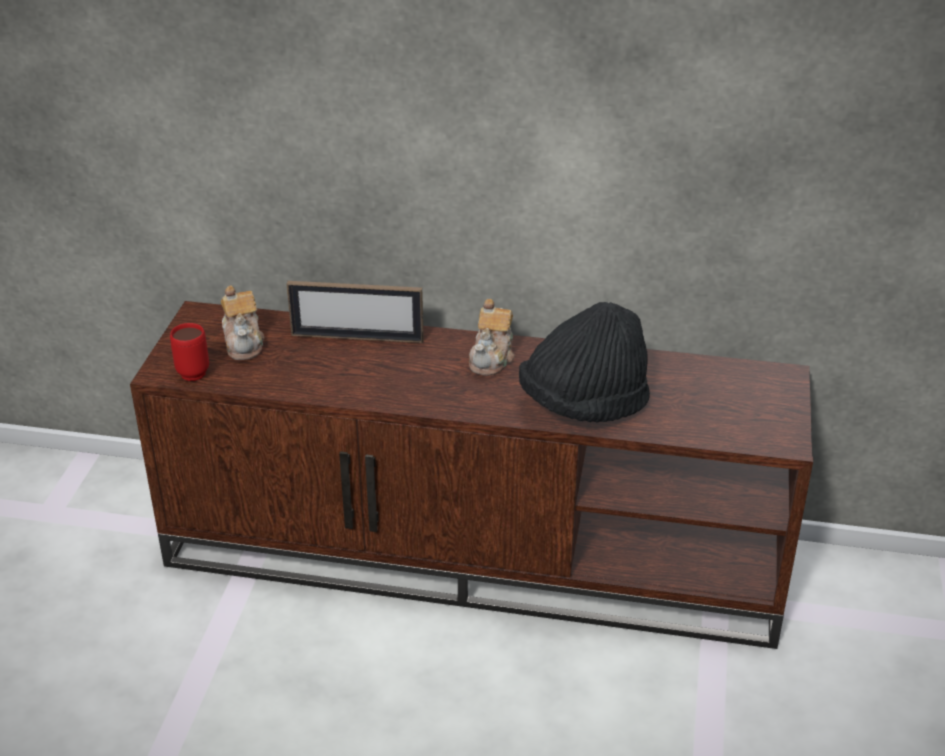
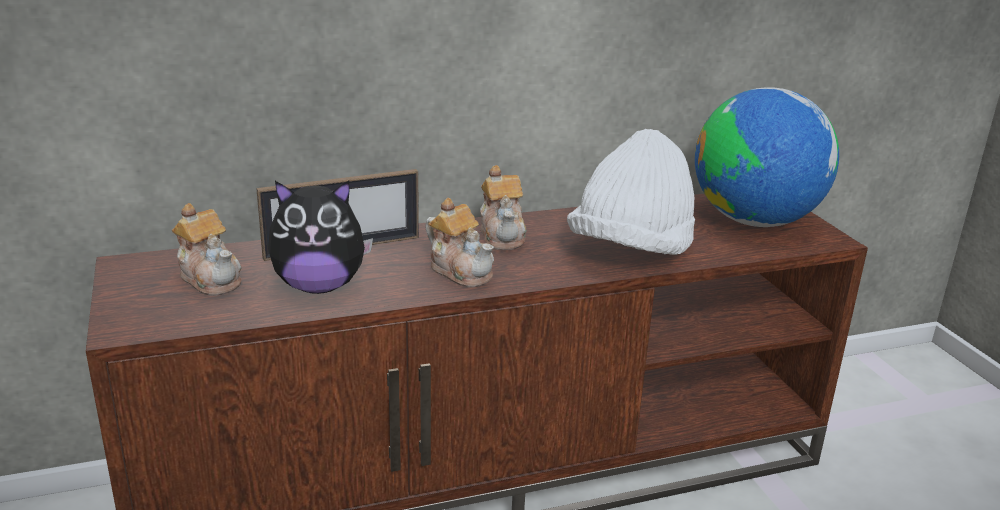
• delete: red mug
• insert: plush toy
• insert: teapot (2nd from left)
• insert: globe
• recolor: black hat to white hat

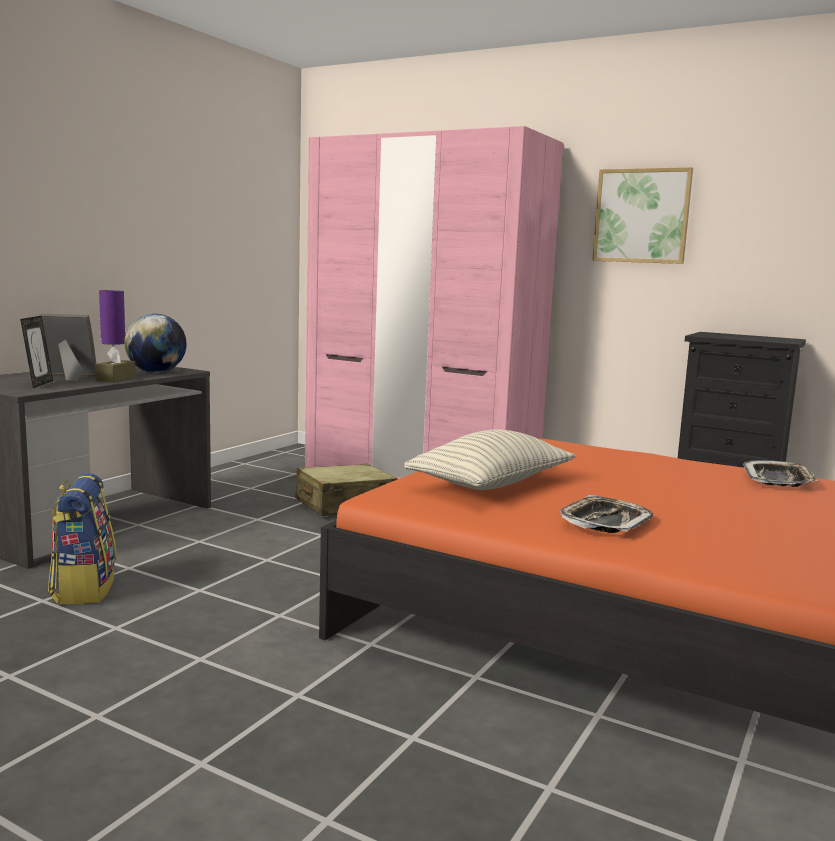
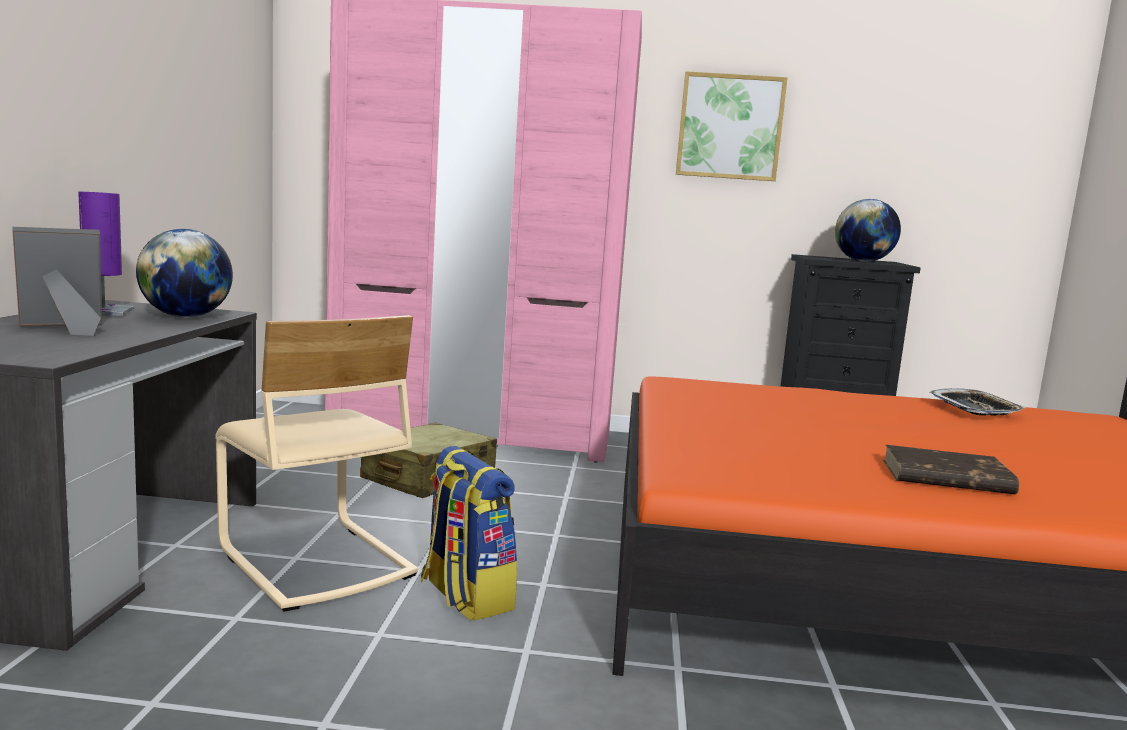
• delete: picture frame (1st from left)
• delete: brown tissue box
• delete: pillow
• insert: beige chair
• insert: globe (2nd from left)
• move: backpack
• replace: tray (1st from left) to brown book

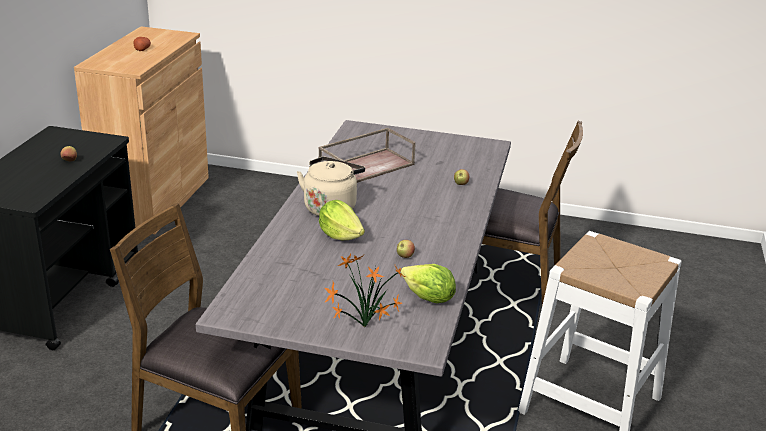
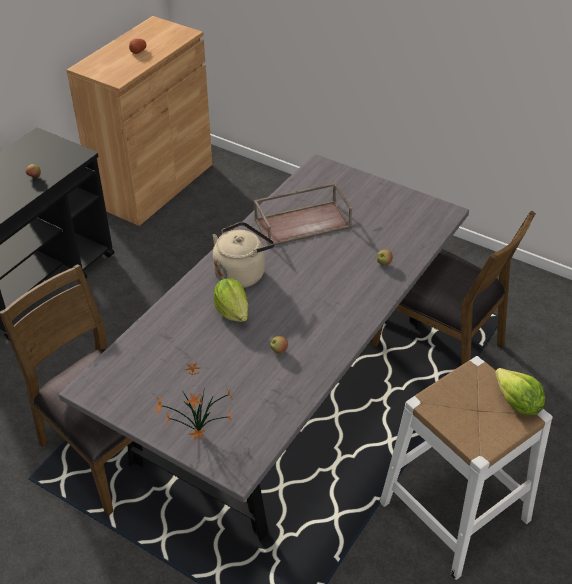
• move: lettuce (2nd from left)

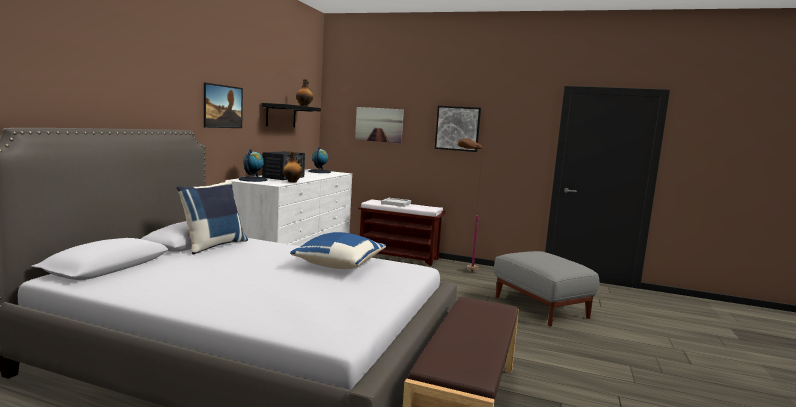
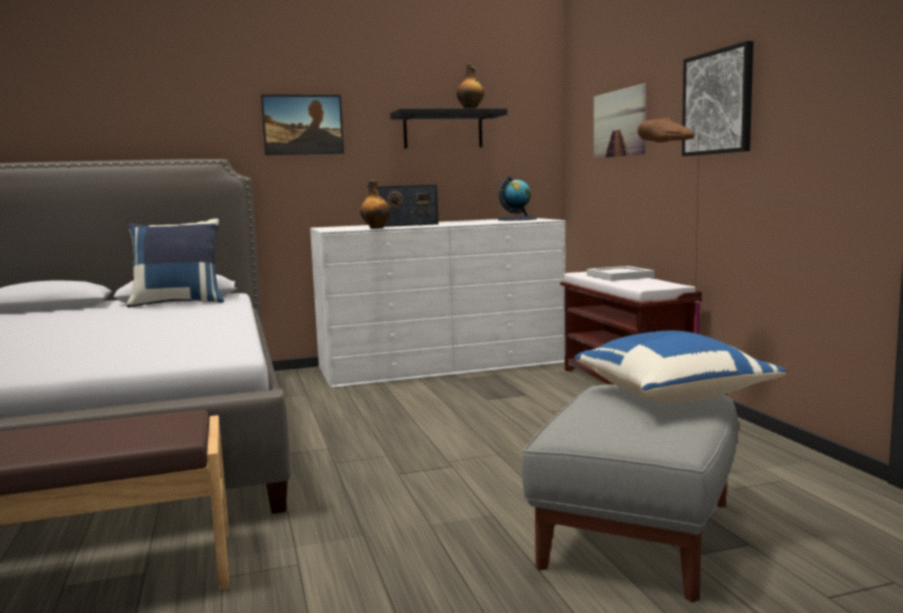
• delete: globe (1st from left)
• move: blue pillow (2nd from left)

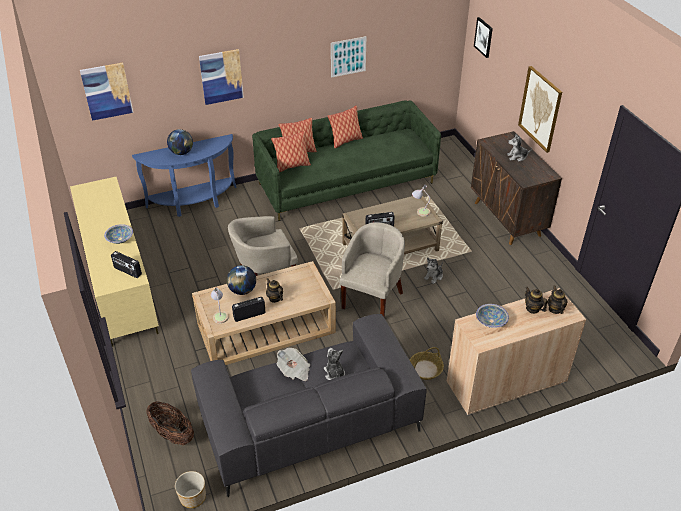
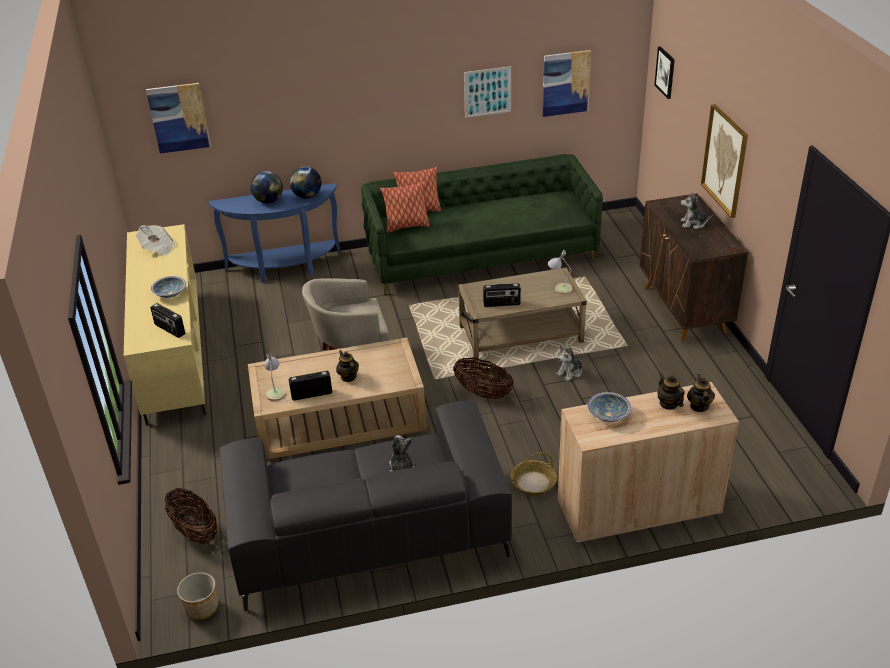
• delete: pillow (3rd from left)
• move: picture (2nd from left in the first image) to picture (3rd from left)
• move: globe (2nd from left)
• move: newspaper
• replace: beige armchair (2nd from left) to basket (2nd from left)

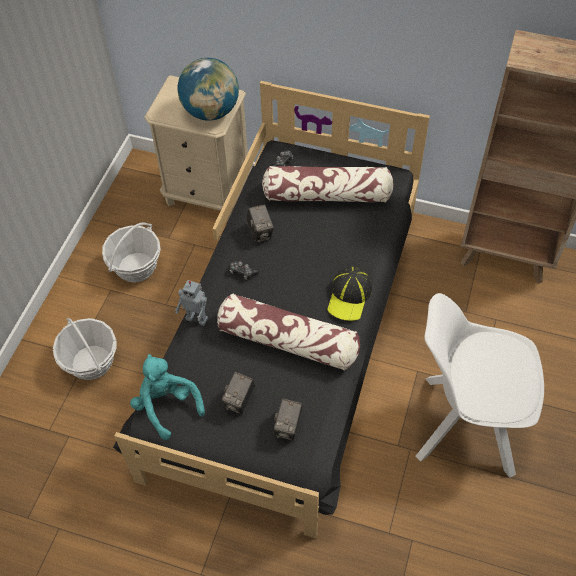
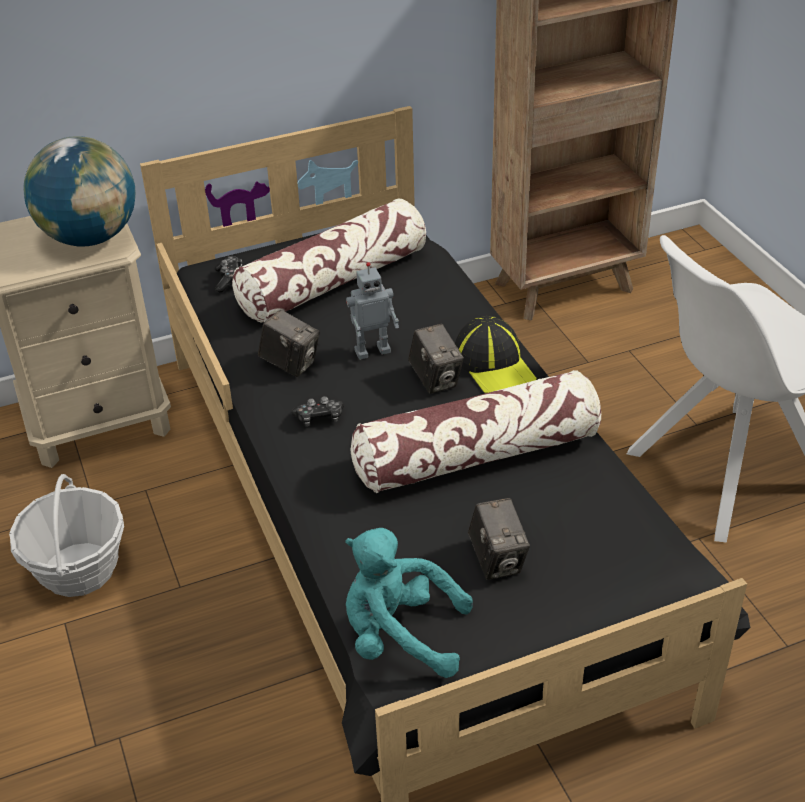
• delete: basket (1st from left)
• move: toy robot
• move: photo camera (3rd from left in the first image) to photo camera (2nd from left)

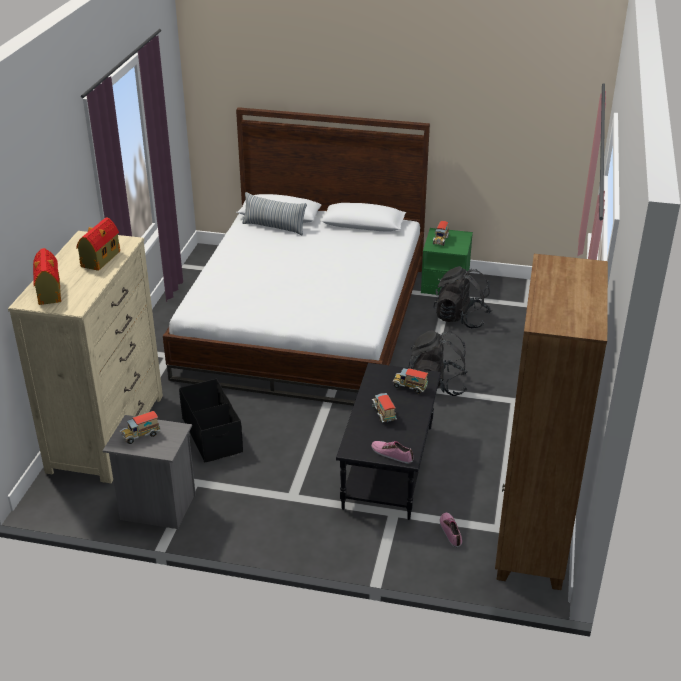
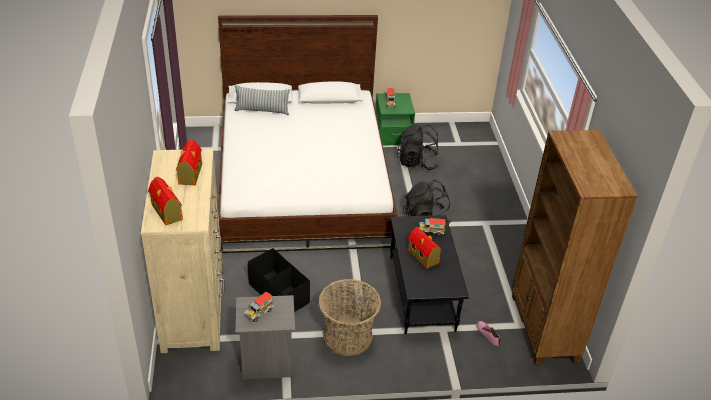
• delete: shoe (1st from left)
• insert: basket
• replace: toy truck (2nd from left) to toy house (3rd from left)

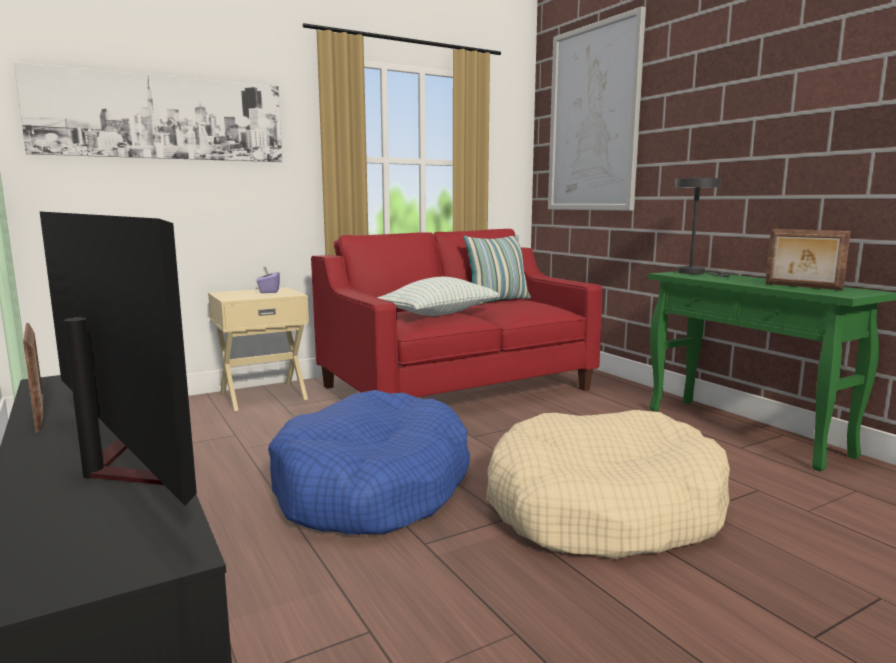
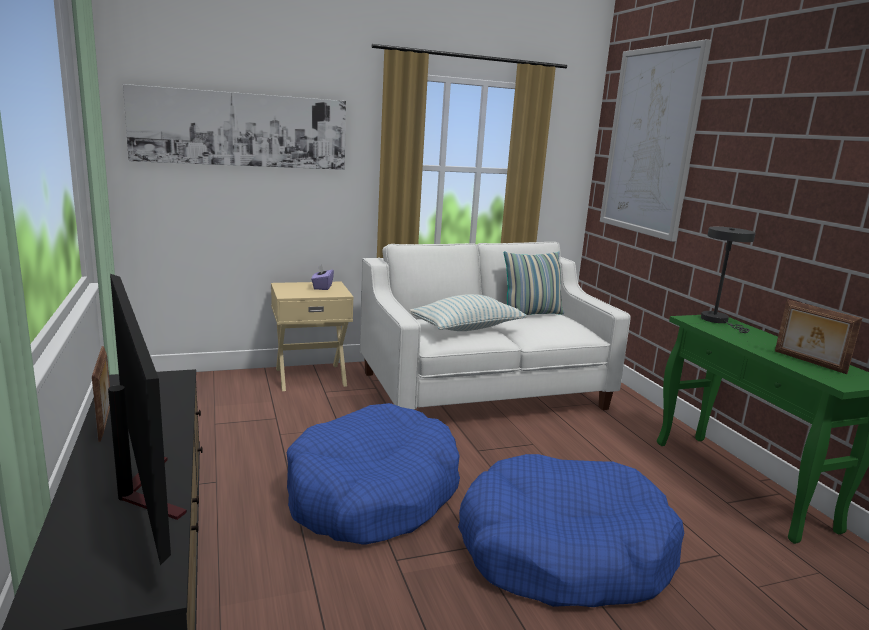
• recolor: red sofa to white sofa
• recolor: beige dog bed to blue dog bed (2nd from left)

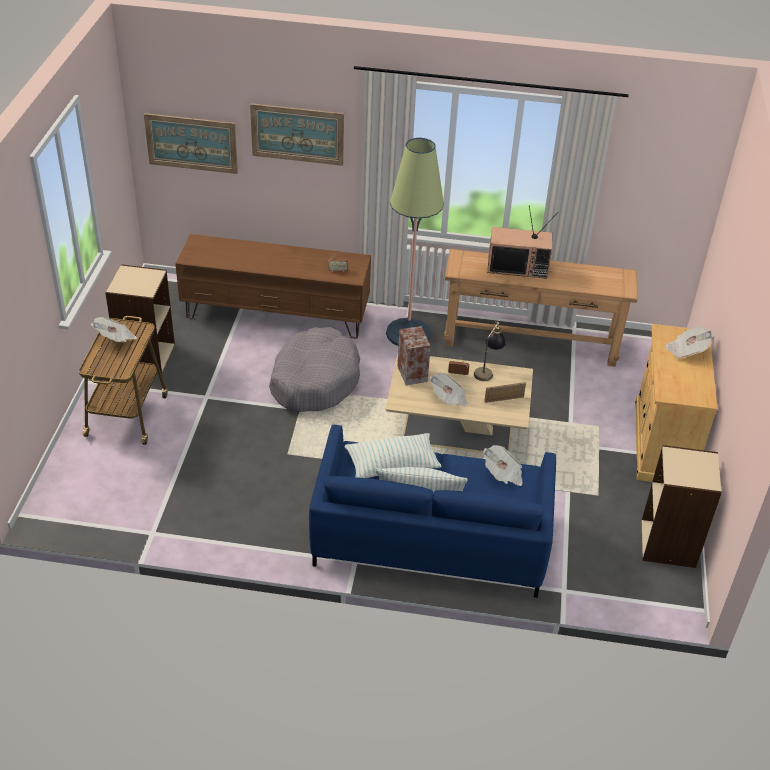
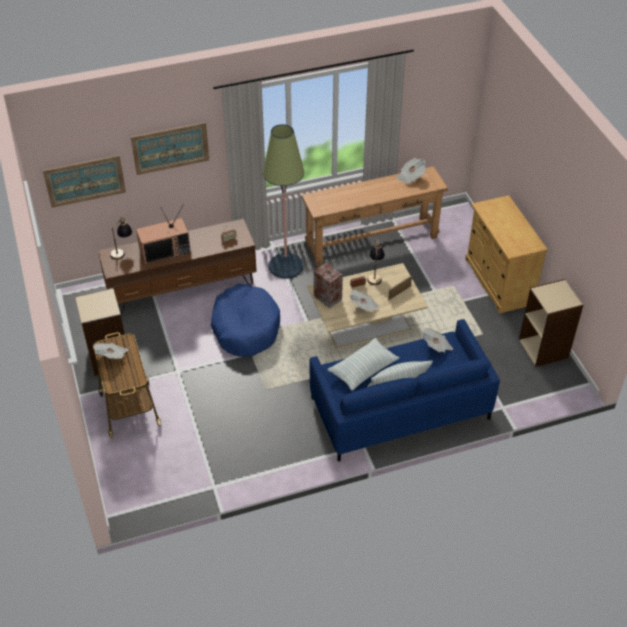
• insert: table lamp (1st from left)
• move: television
• move: newspaper (4th from left in the first image) to newspaper (3rd from left)
• recolor: grey dog bed to blue dog bed

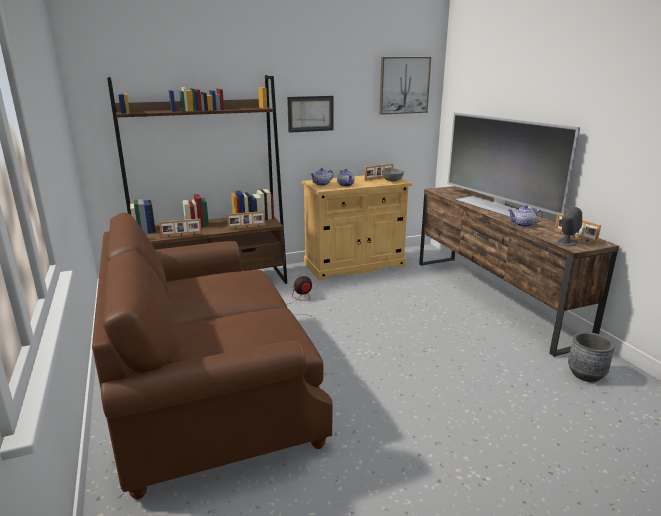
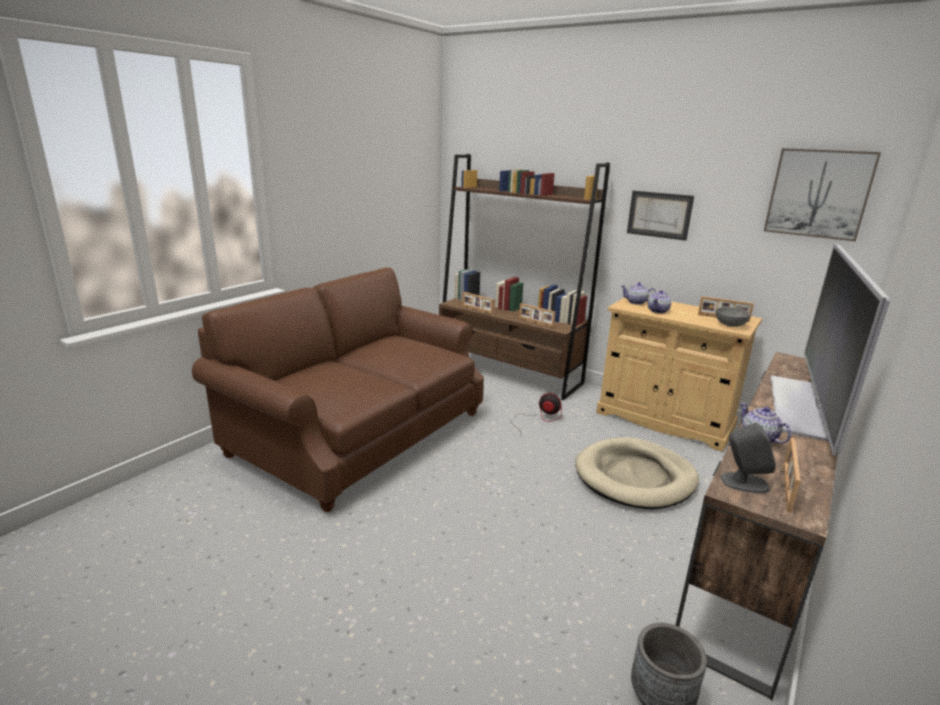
• insert: beige dog bed

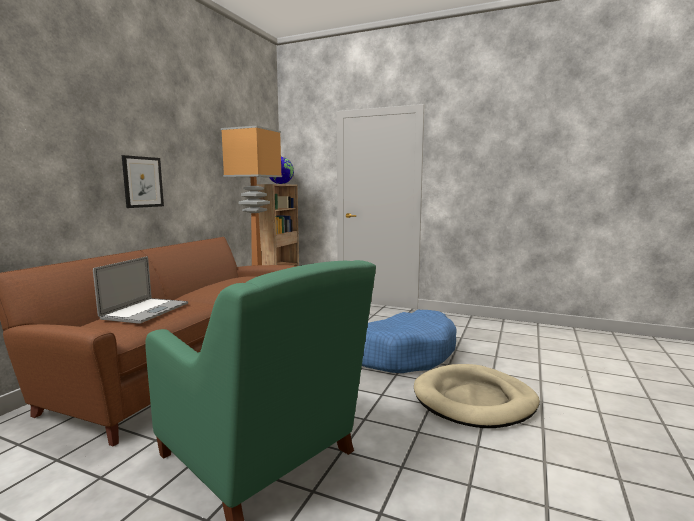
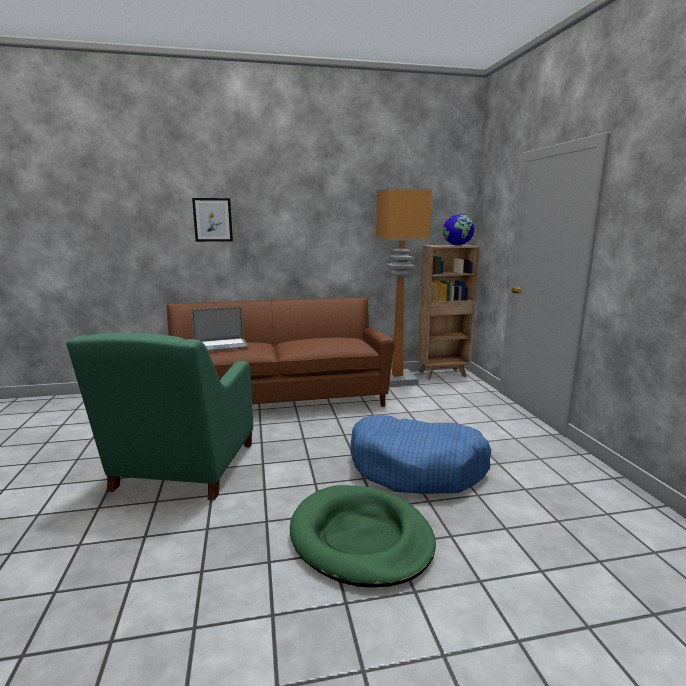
• move: picture
• recolor: beige dog bed to green dog bed

